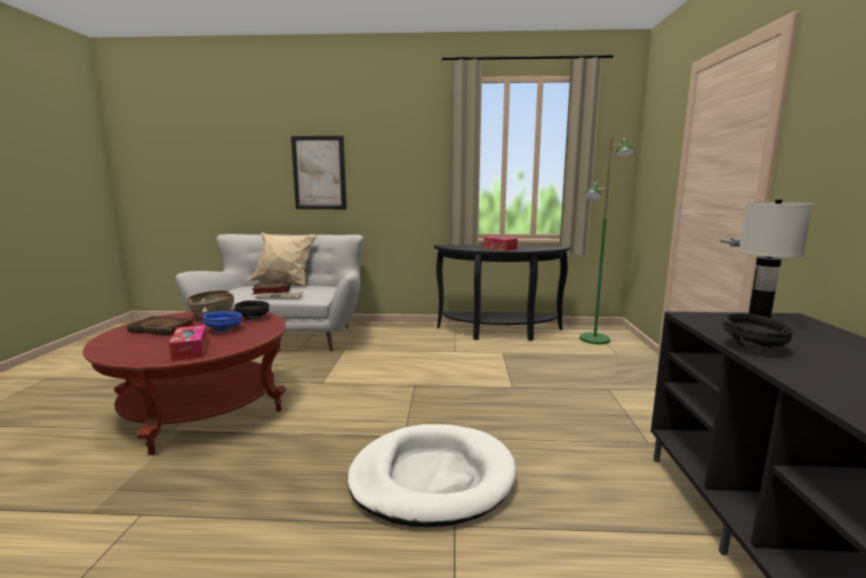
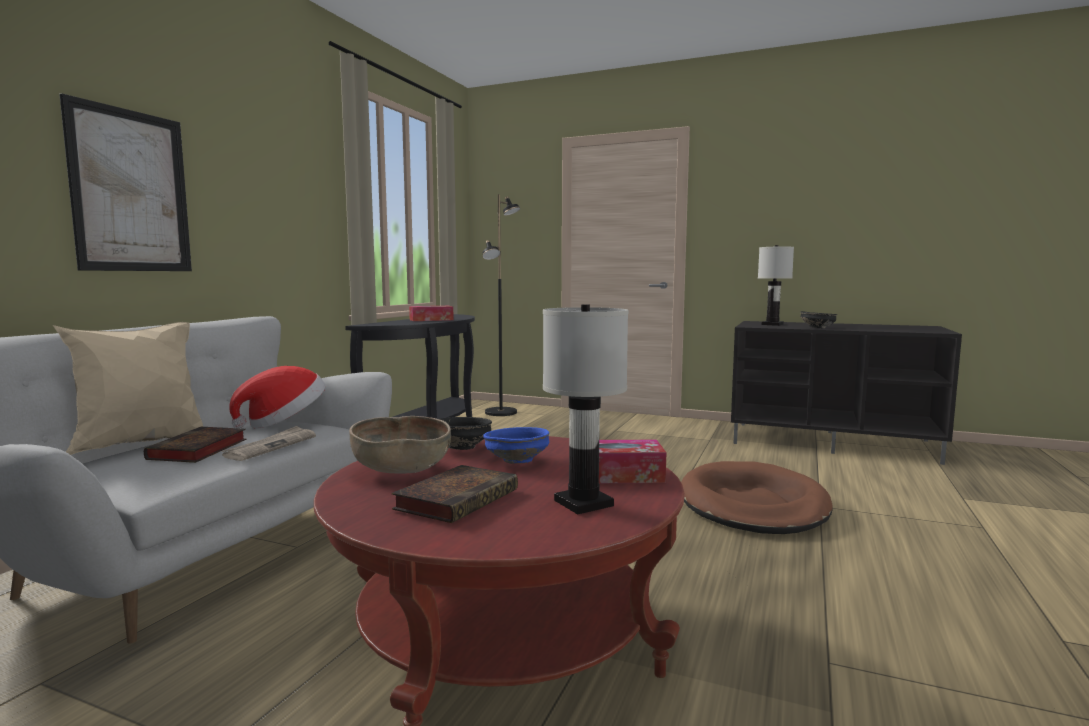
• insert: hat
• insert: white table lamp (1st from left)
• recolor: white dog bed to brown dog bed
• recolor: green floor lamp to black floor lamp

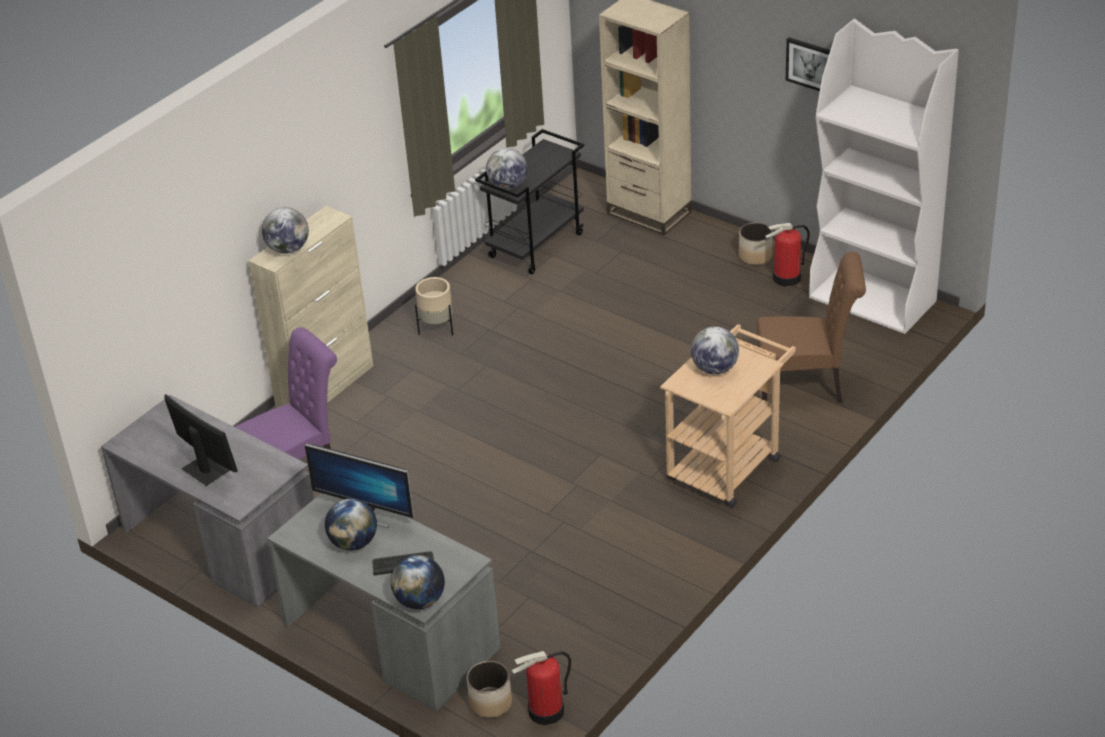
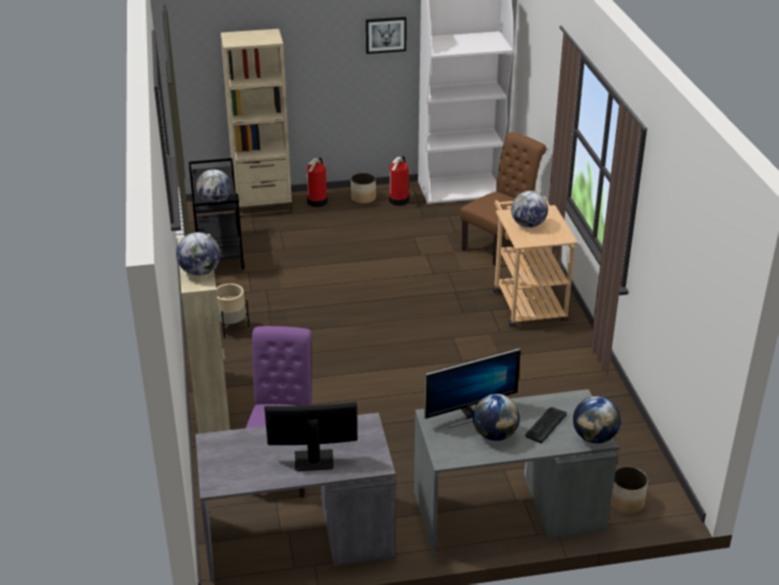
• move: fire extinguisher (1st from left)

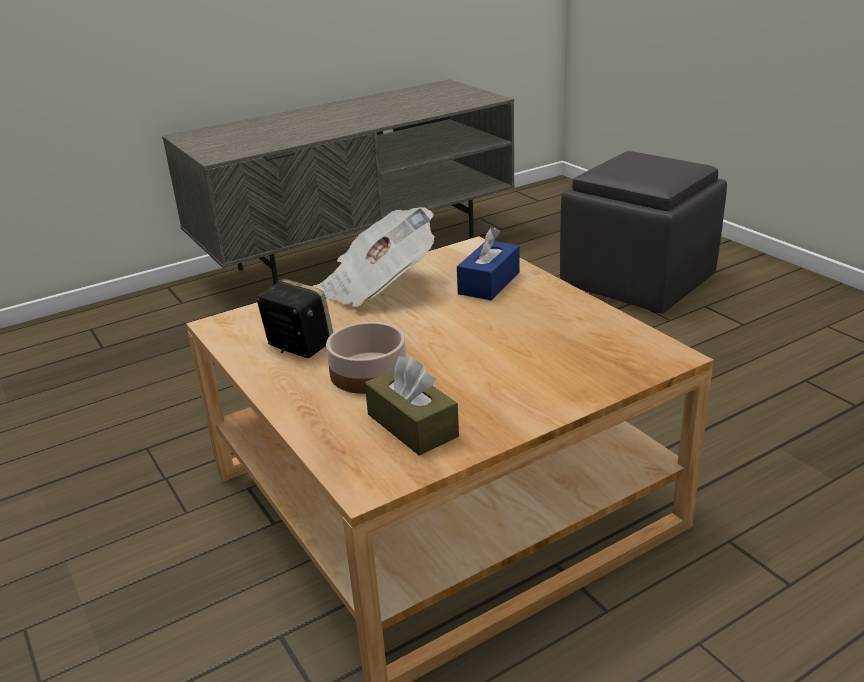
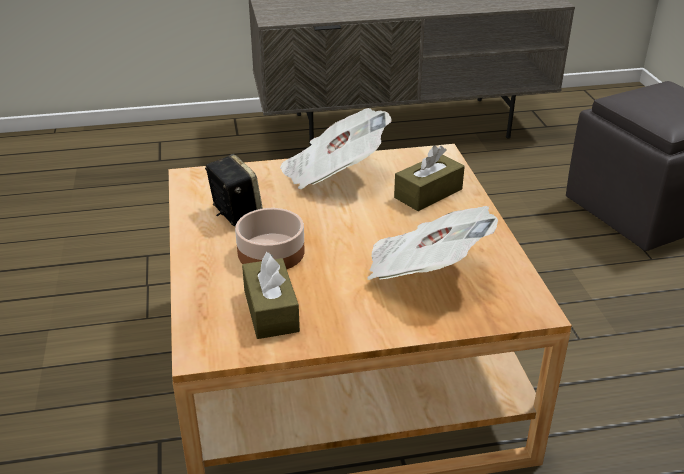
• insert: newspaper (2nd from left)
• recolor: blue tissue box to brown tissue box (2nd from left)

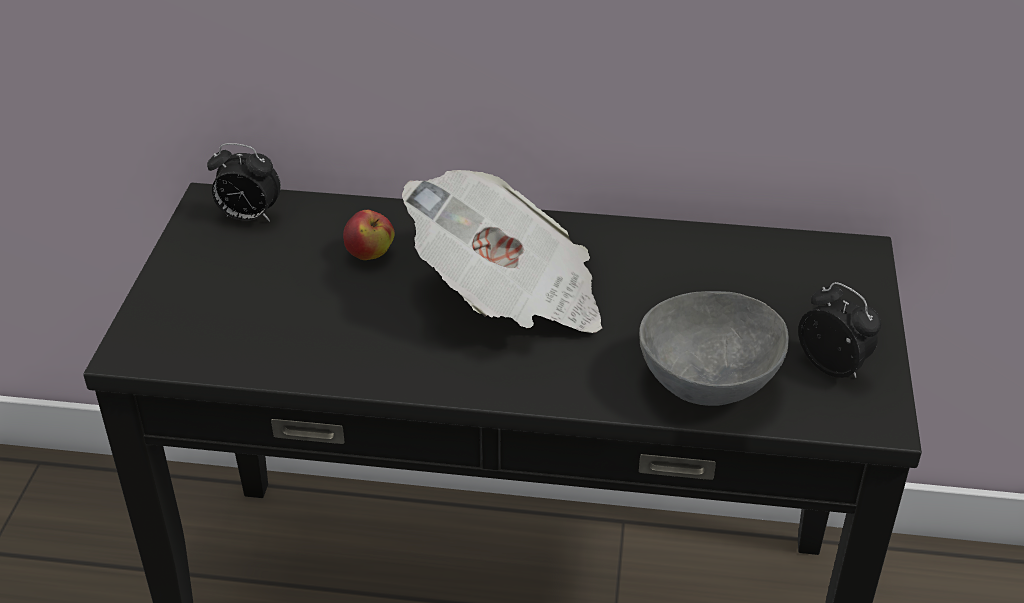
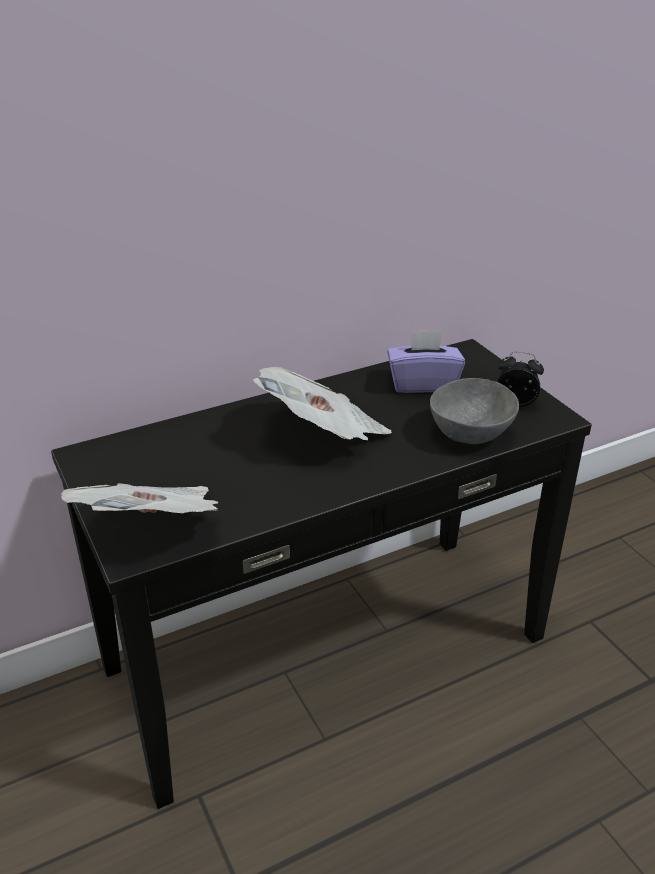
• delete: alarm clock (1st from left)
• delete: apple
• insert: newspaper (1st from left)
• insert: purple tissue box

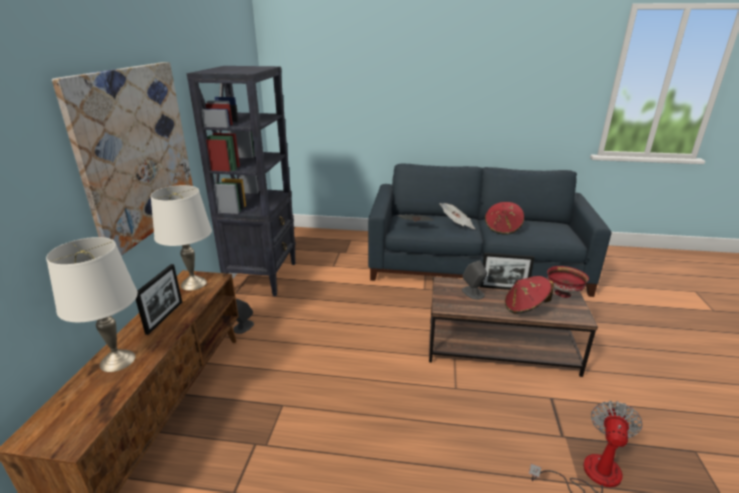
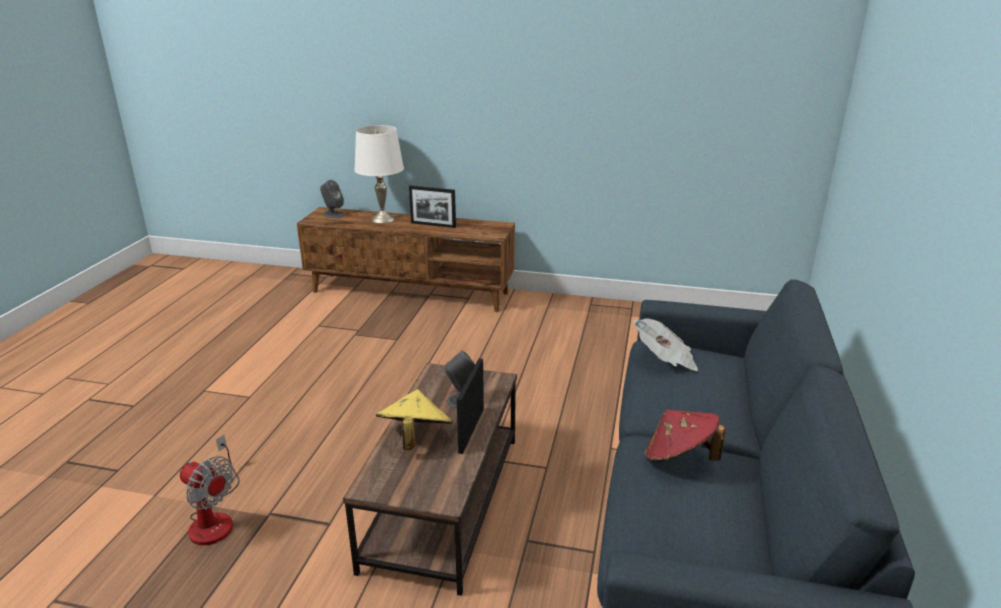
• delete: picture
• delete: white table lamp (2nd from left)
• delete: black bookcase
• delete: newspaper (2nd from left)
• delete: red bowl
• move: grey speaker (1st from left)
• recolor: red hat (2nd from left) to yellow hat

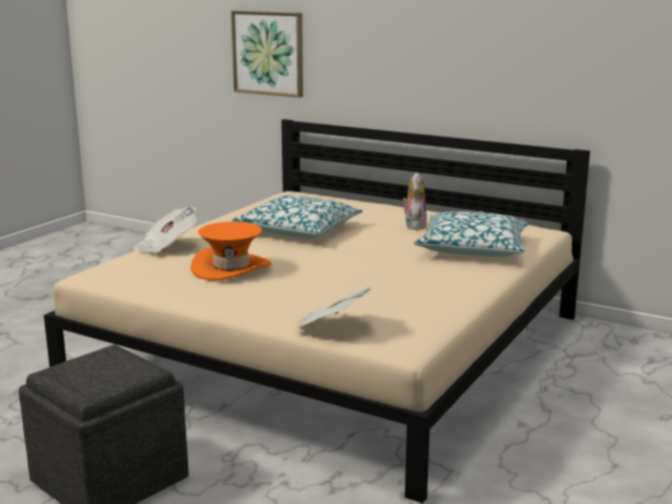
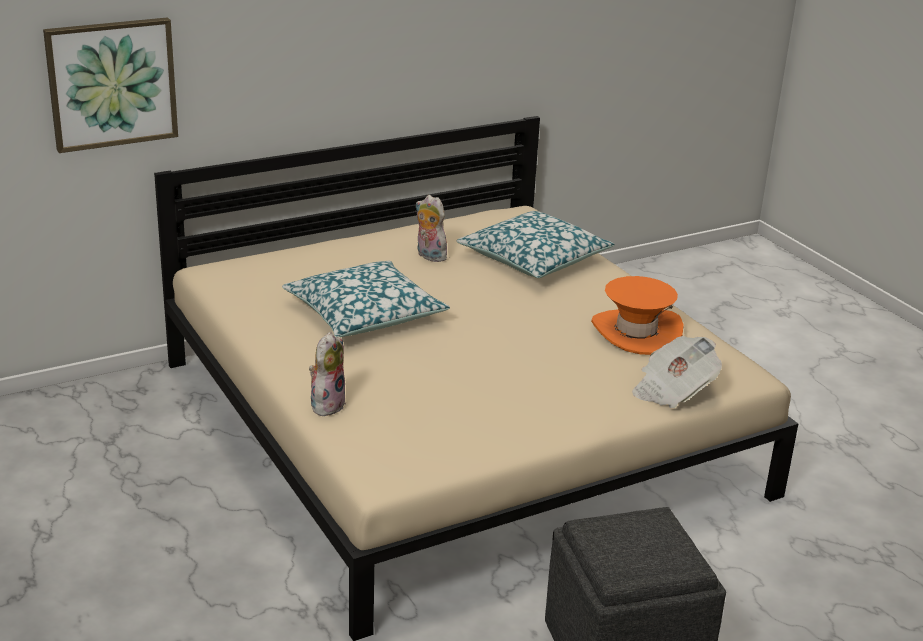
• move: orange hat
• replace: newspaper (1st from left) to plush toy (1st from left)

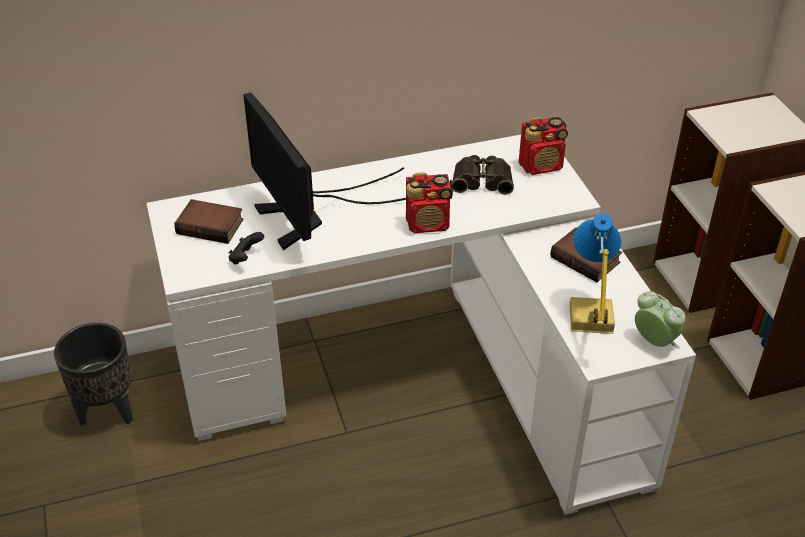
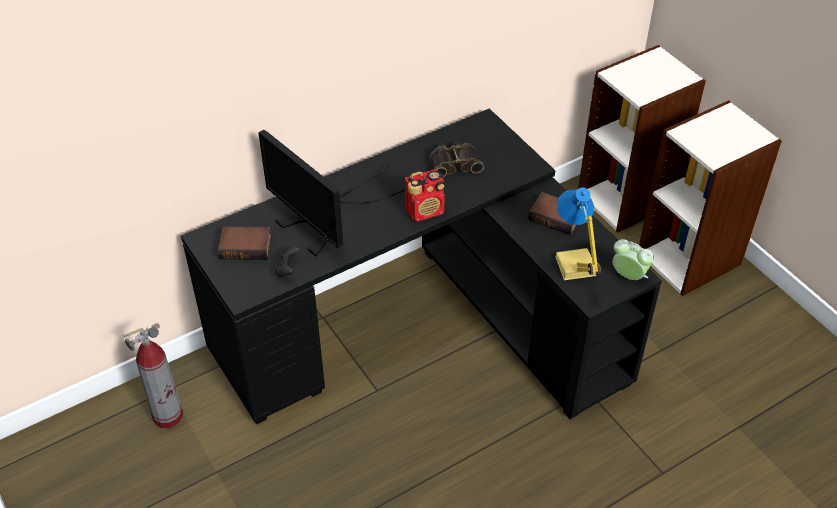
• delete: radio (2nd from left)
• replace: black planter to fire extinguisher
• recolor: white desk to black desk

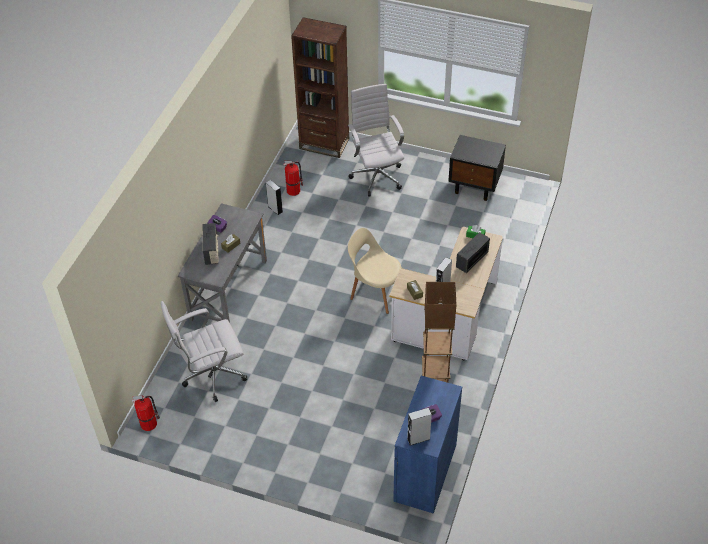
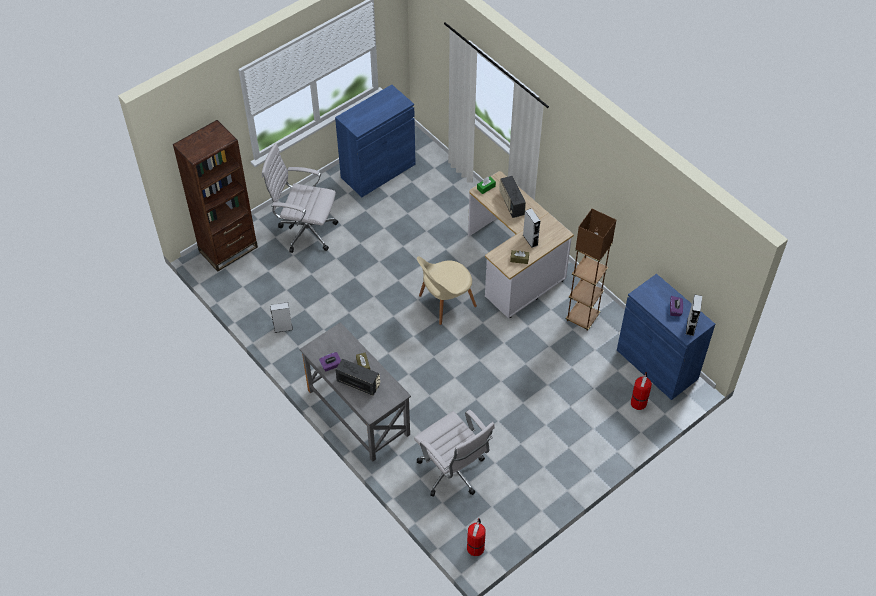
• move: fire extinguisher (2nd from left)
• replace: black nightstand to blue cabinet (1st from left)
• rotate: white office chair (1st from left in the first image) 45 degrees counterclockwise

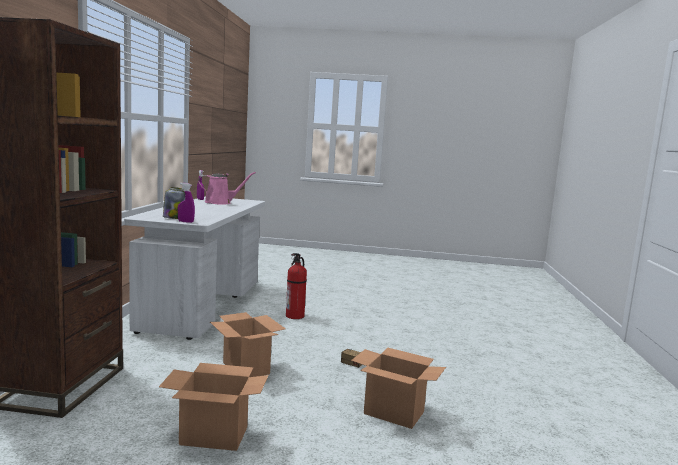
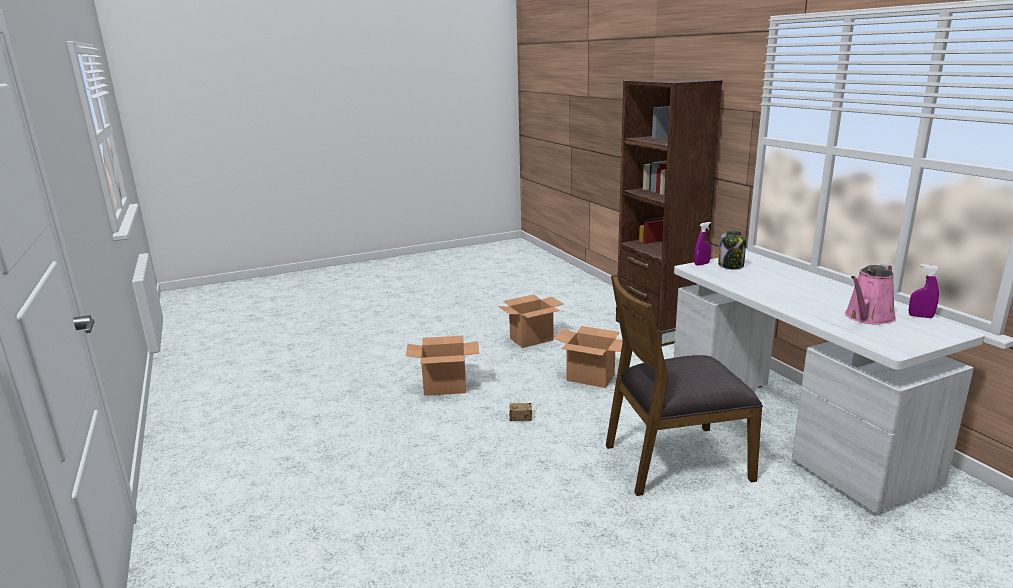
• replace: fire extinguisher to brown chair

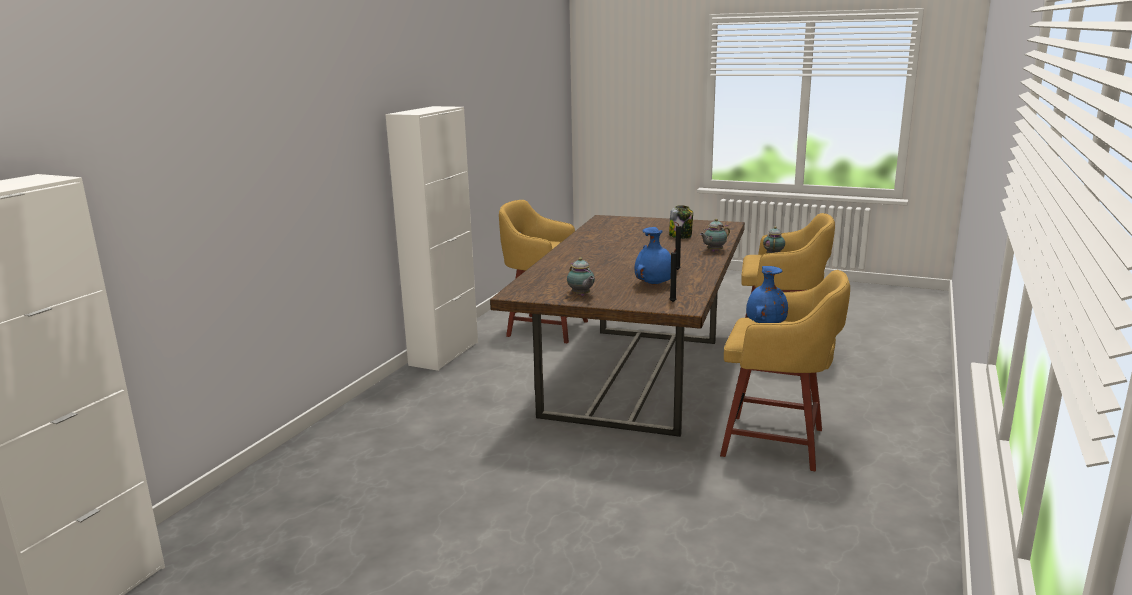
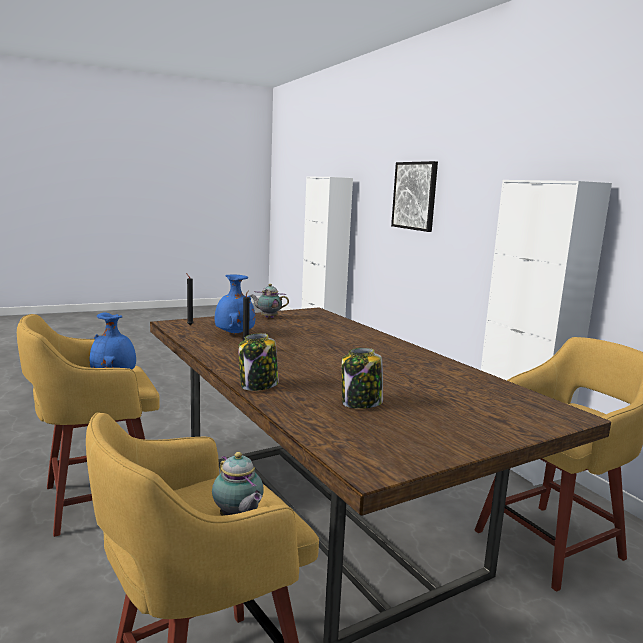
• insert: picture
• replace: teapot (2nd from left) to jar (1st from left)

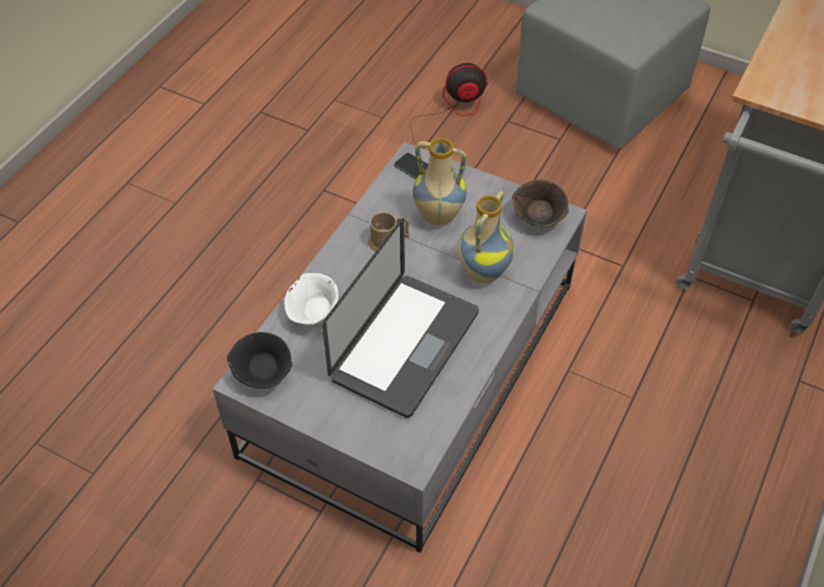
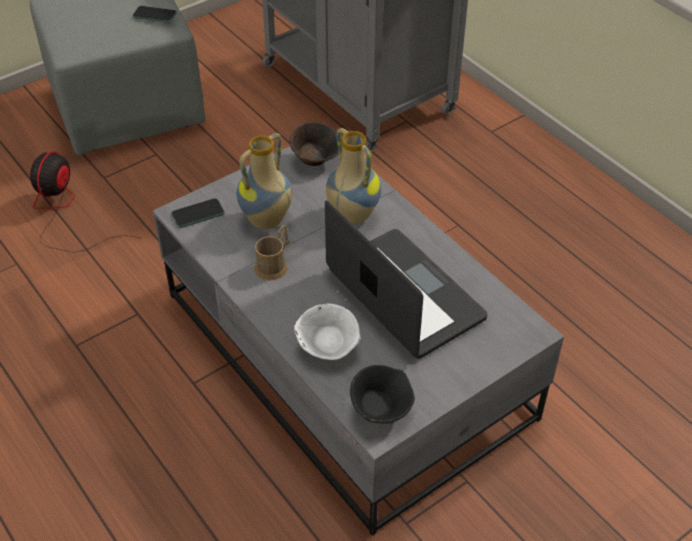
• insert: phone (1st from left)

